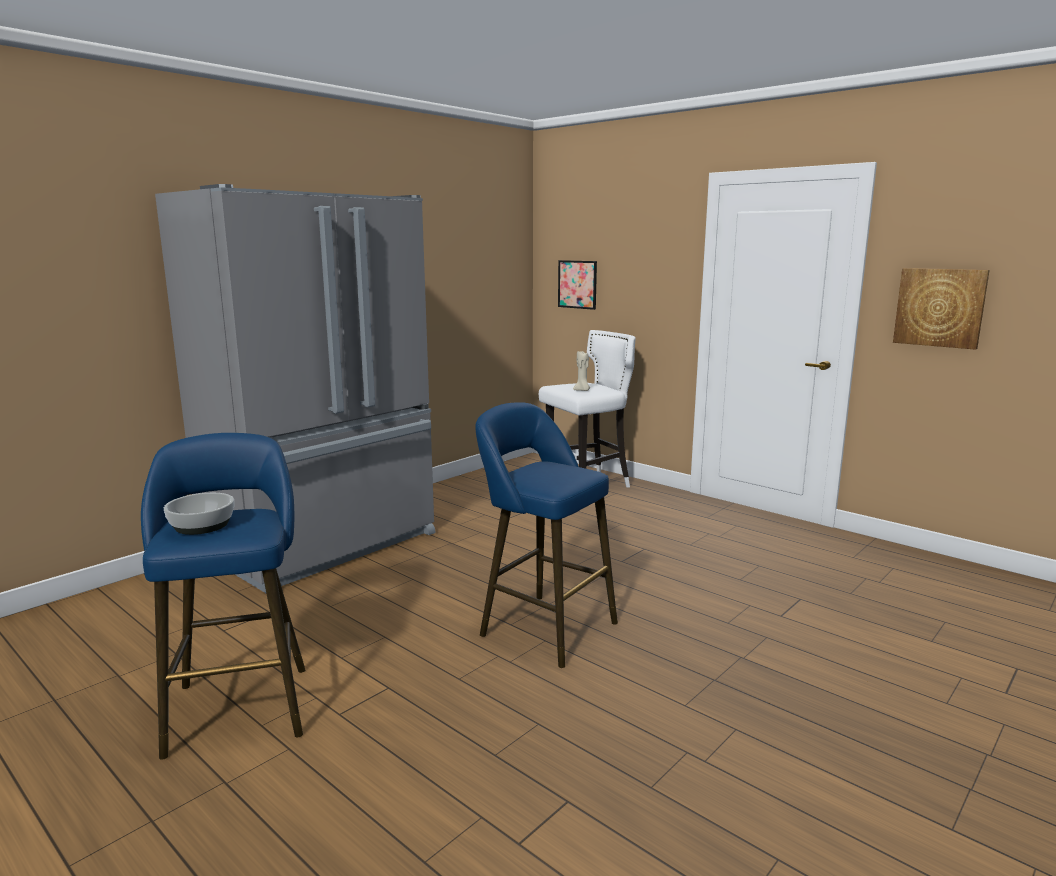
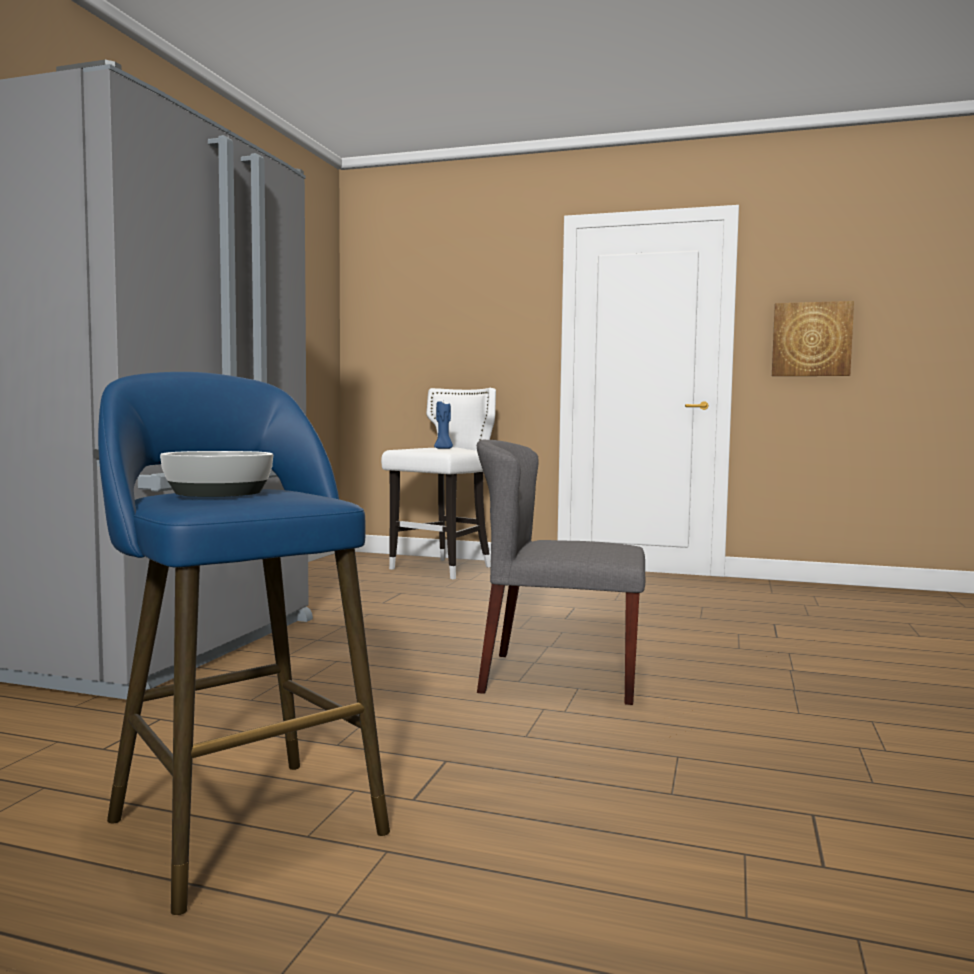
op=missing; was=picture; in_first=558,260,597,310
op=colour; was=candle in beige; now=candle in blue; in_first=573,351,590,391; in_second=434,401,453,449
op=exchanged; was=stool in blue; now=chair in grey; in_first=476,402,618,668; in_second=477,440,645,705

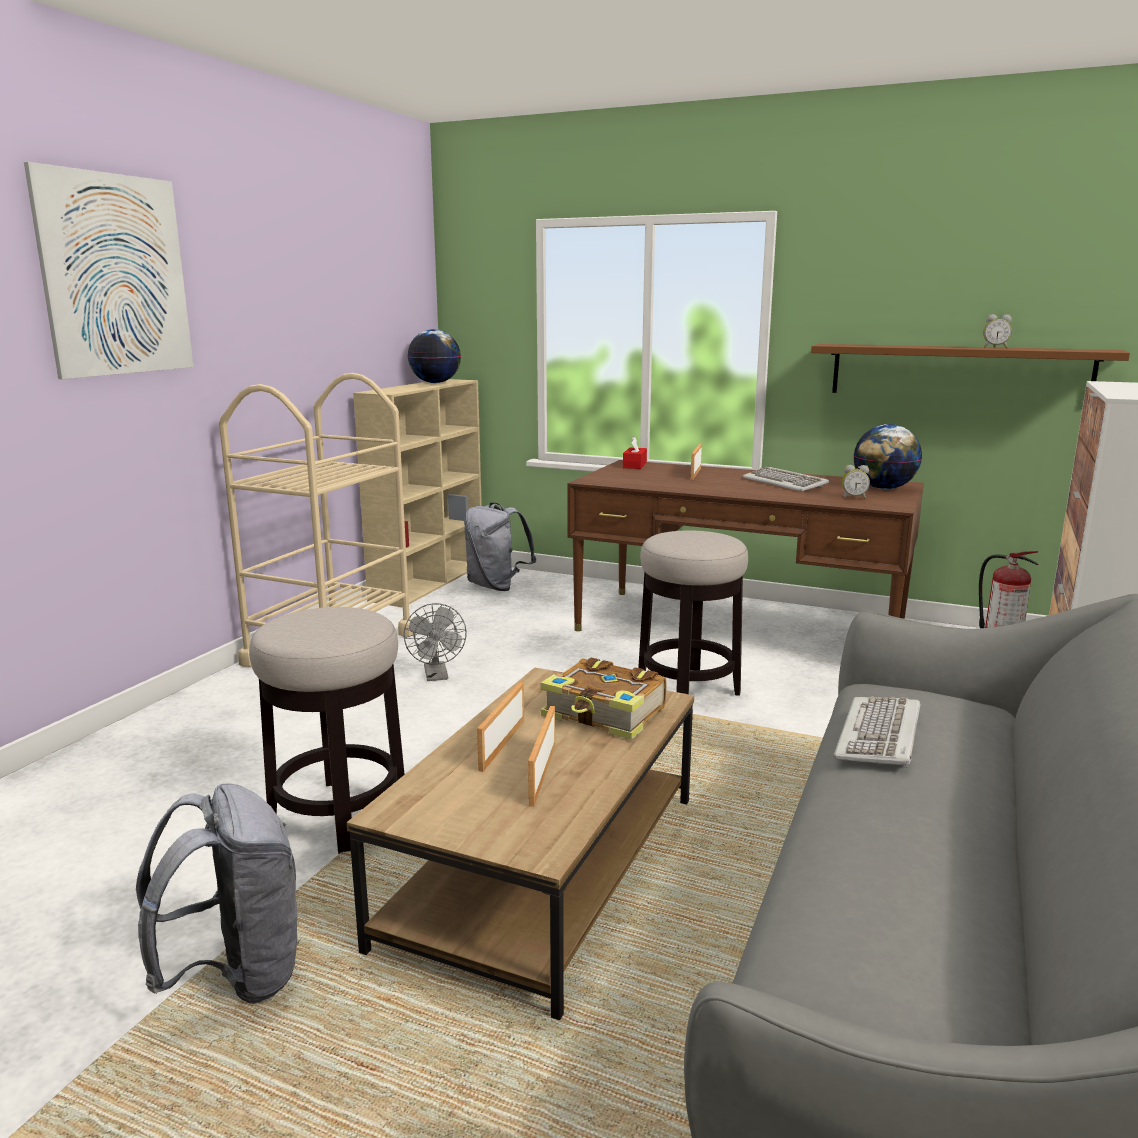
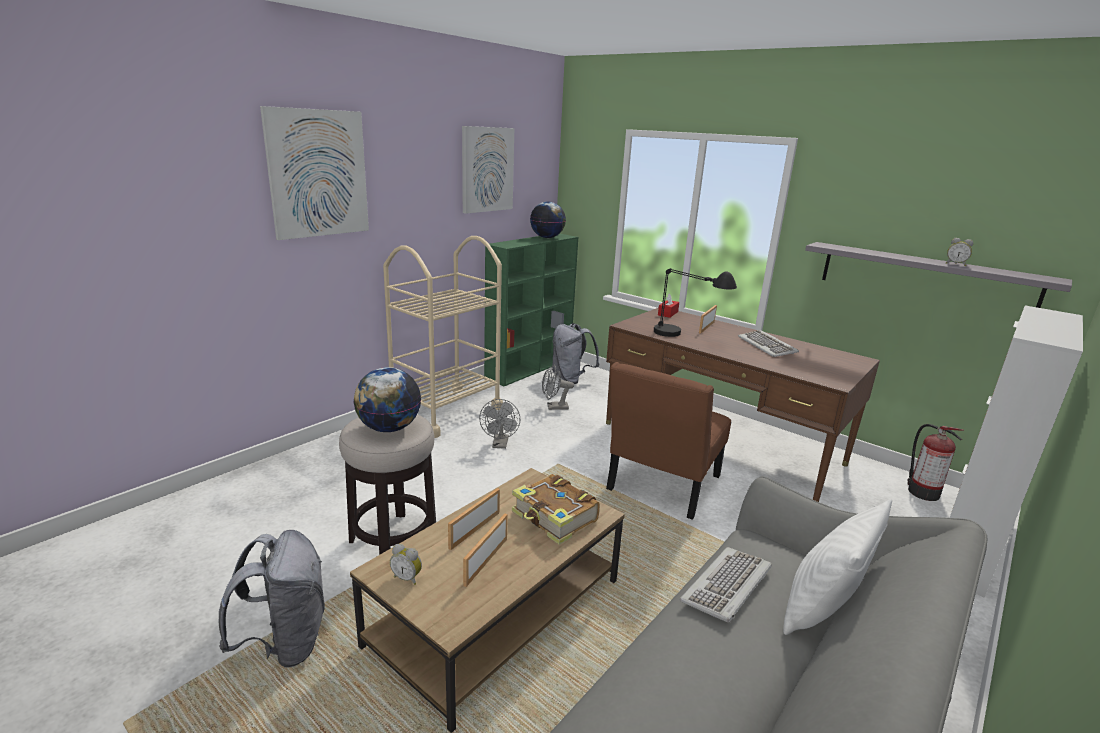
op=colour; was=shelf in brown; now=shelf in grey; in_first=811,344,1130,393; in_second=805,242,1072,308
op=colour; was=bookcase in beige; now=bookcase in green; in_first=353,379,482,607; in_second=484,234,578,386
op=relocated; was=globe; in_first=854,424,922,489; in_second=353,367,421,432
op=relocated; was=alarm clock; in_first=841,465,870,499; in_second=390,544,422,585
op=exchanged; was=stool; now=chair in brown; in_first=638,530,748,696; in_second=606,362,731,520
op=appeared; now=picture; in_second=462,126,514,214
op=appeared; now=table lamp in black; in_second=654,269,737,337
op=appeared; now=fan in grey; in_second=542,365,574,410
op=appeared; now=pillow in white; in_second=783,499,892,635

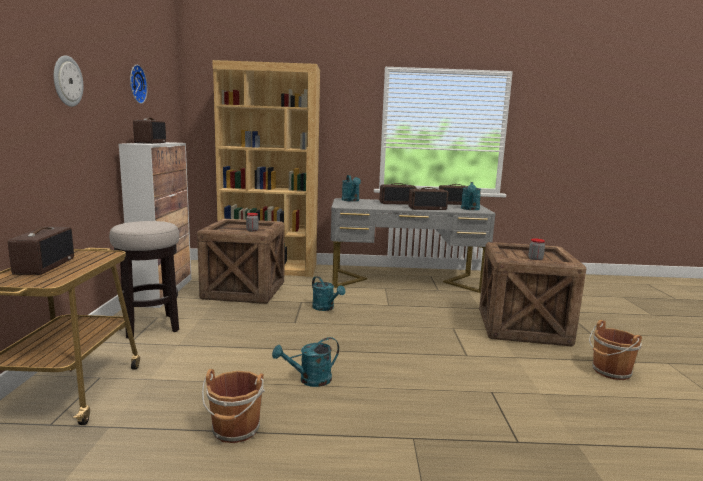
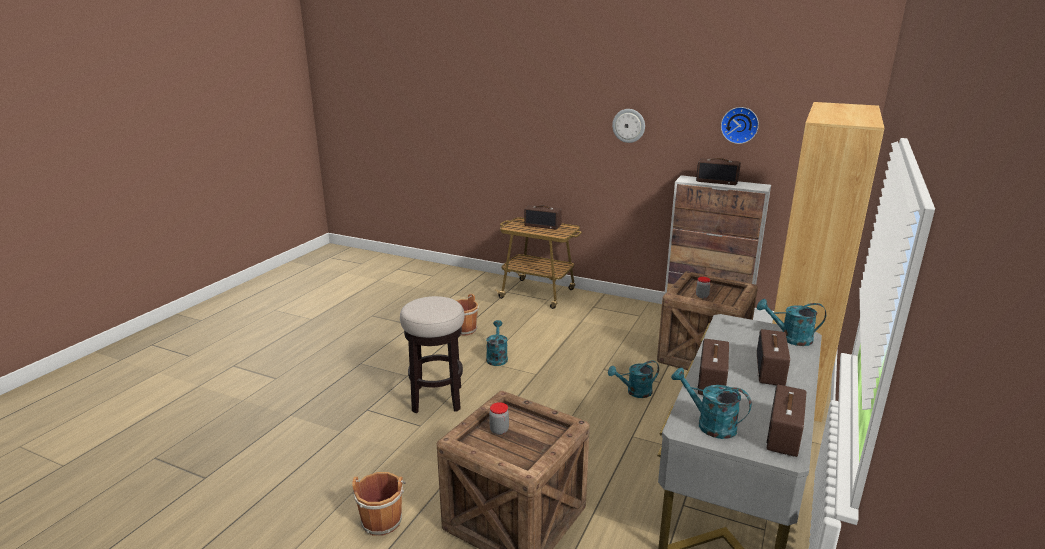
op=relocated; was=stool; in_first=109,221,179,339; in_second=400,296,464,413

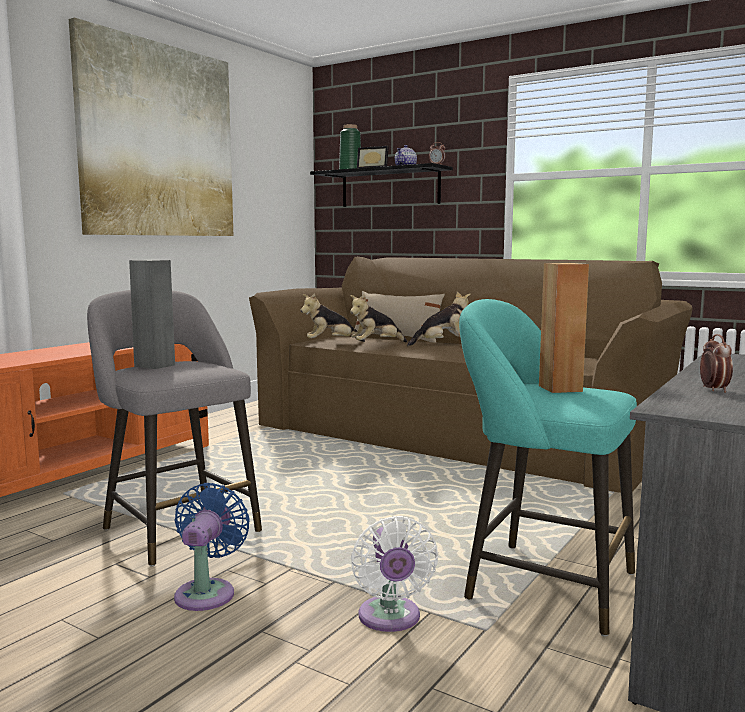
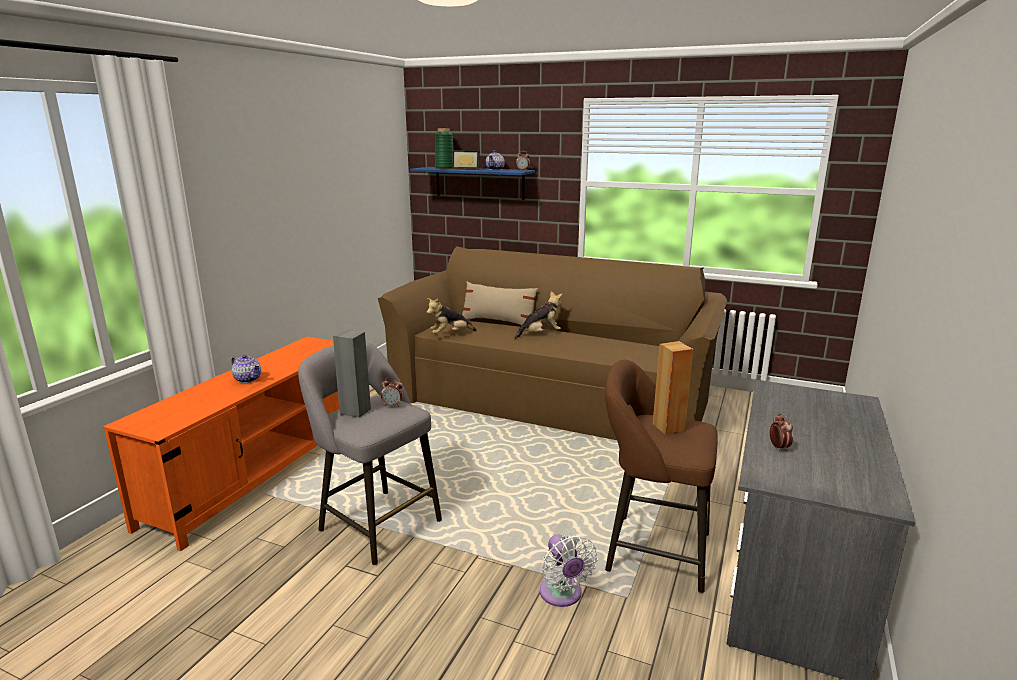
op=missing; was=picture; in_first=69,18,234,236
op=colour; was=shelf in black; now=shelf in blue; in_first=310,163,453,207; in_second=410,167,535,200
op=missing; was=plush toy; in_first=350,294,407,342
op=colour; was=stool in turquoise; now=stool in brown; in_first=459,299,637,637; in_second=605,360,718,593
op=missing; was=fan in blue; in_first=174,483,250,611
op=appeared; now=teapot; in_second=231,355,261,383
op=appeared; now=alarm clock; in_second=381,377,403,407

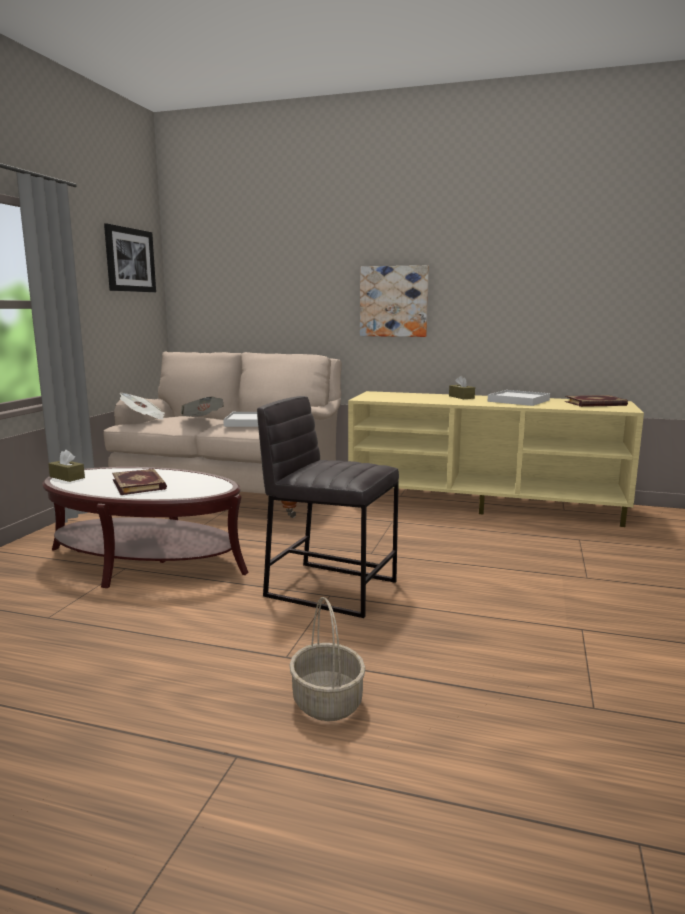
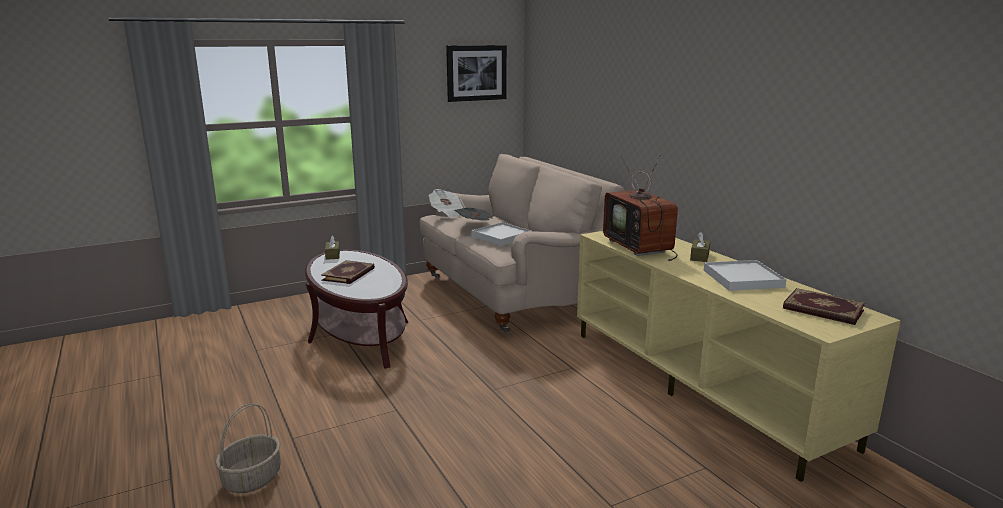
op=missing; was=picture; in_first=360,265,429,337
op=missing; was=stool in grey; in_first=257,396,399,618
op=appeared; now=television; in_second=603,154,678,261

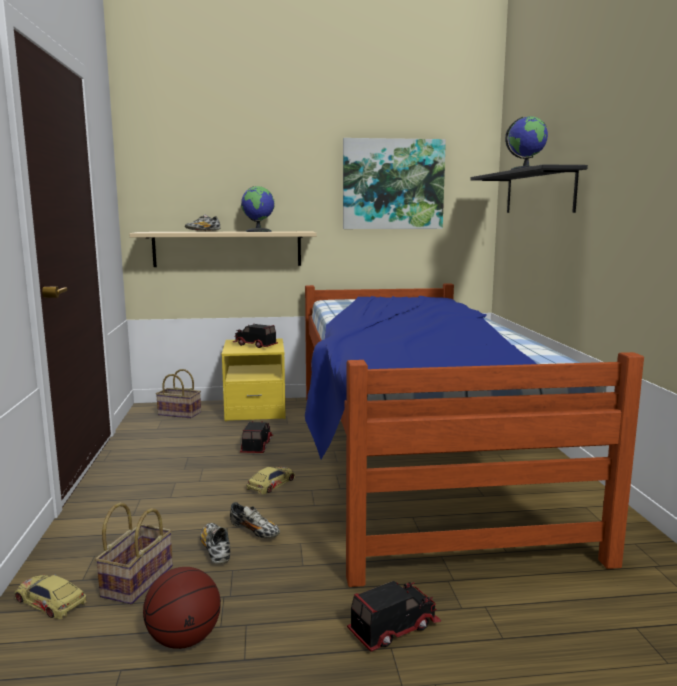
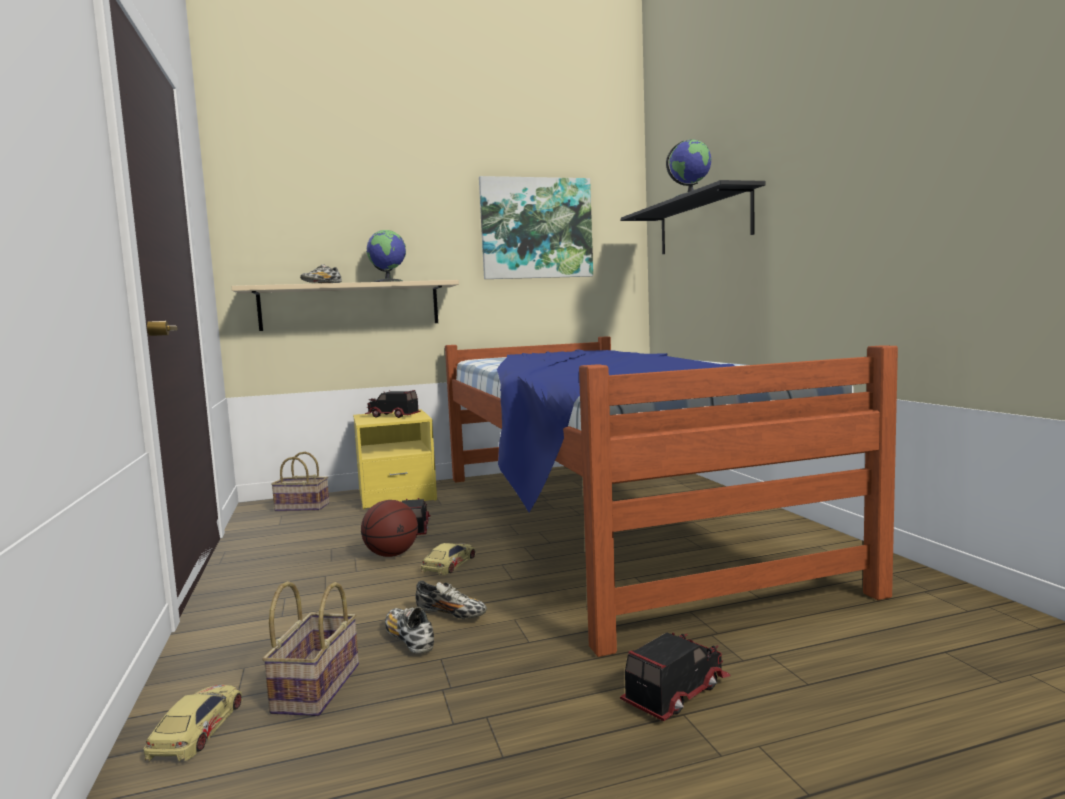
op=relocated; was=basketball; in_first=143,567,221,649; in_second=361,500,418,557
op=spun; was=toy car; in_first=15,574,87,619; in_second=144,685,242,762; clockwise=75

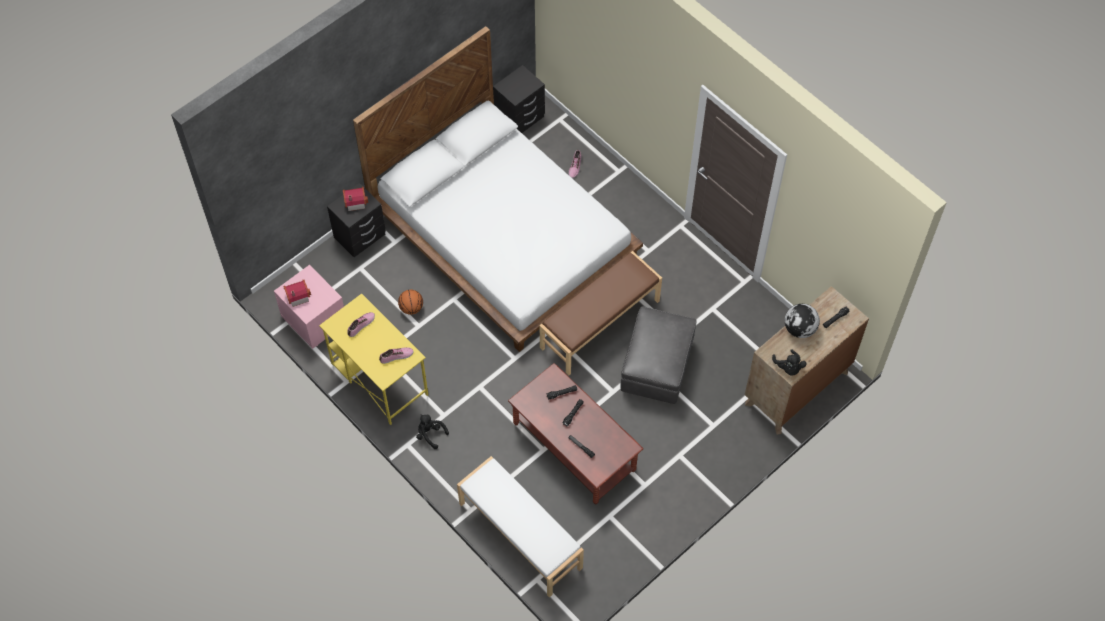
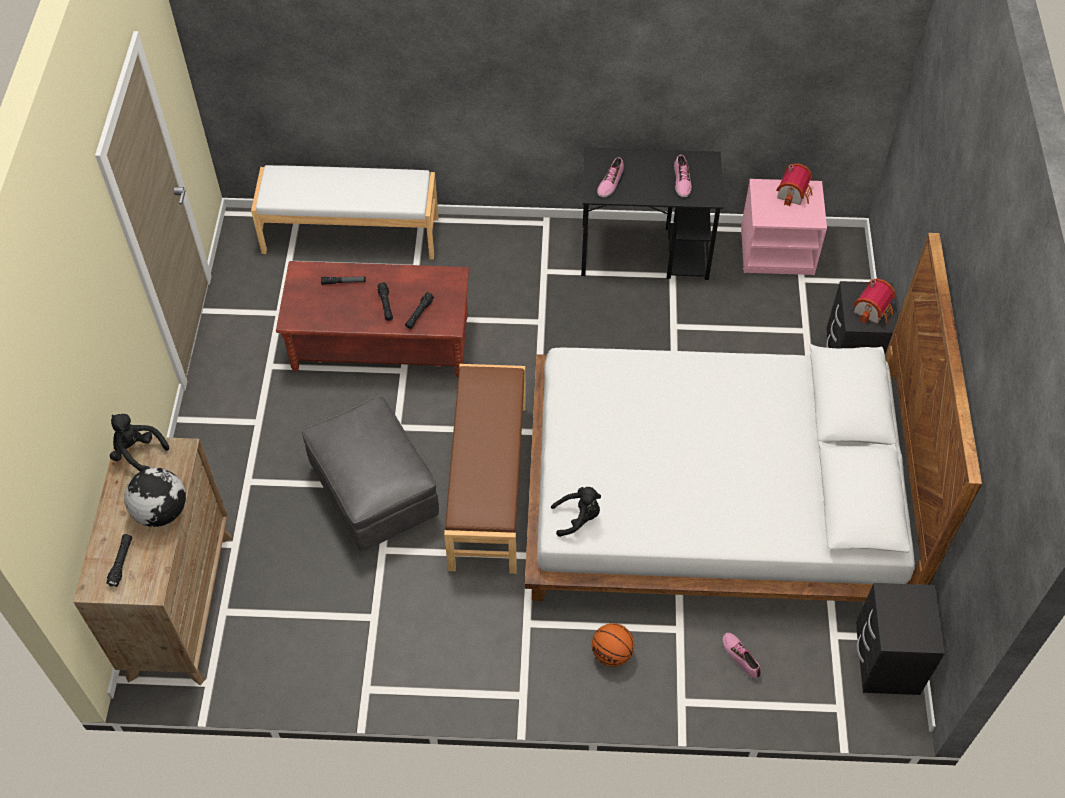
op=relocated; was=basketball; in_first=398,290,423,315; in_second=592,623,634,667
op=colour; was=desk in yellow; now=desk in black; in_first=319,294,428,425; in_second=581,147,723,280
op=relocated; was=plush toy in black; in_first=416,414,449,449; in_second=551,487,601,537

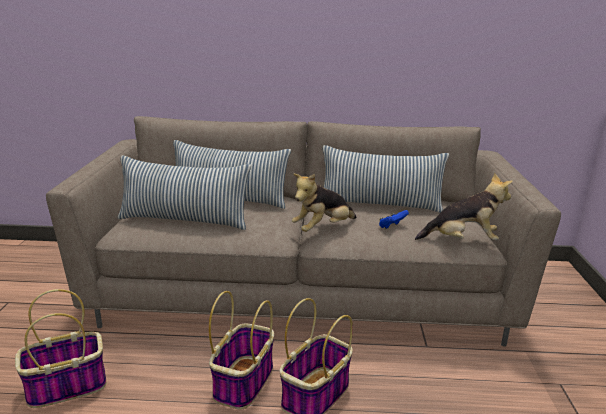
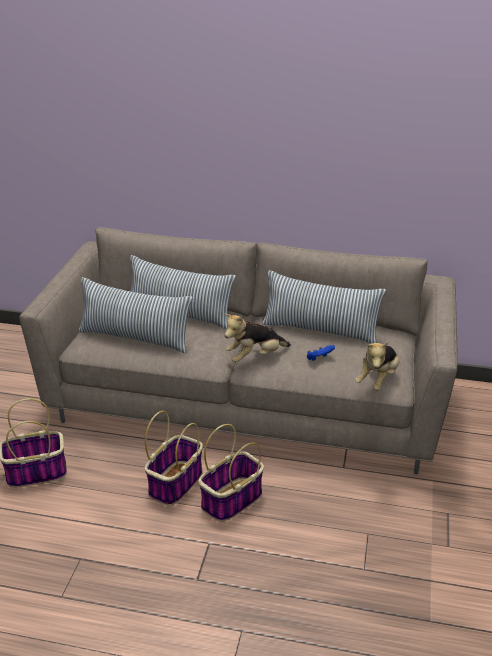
op=spun; was=plush toy; in_first=415,173,513,240; in_second=355,342,399,391; clockwise=105

